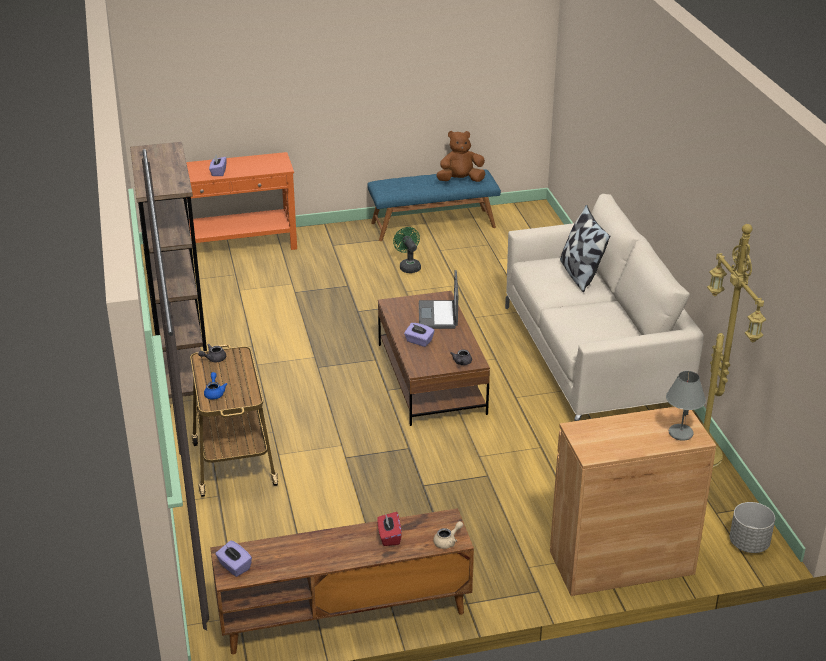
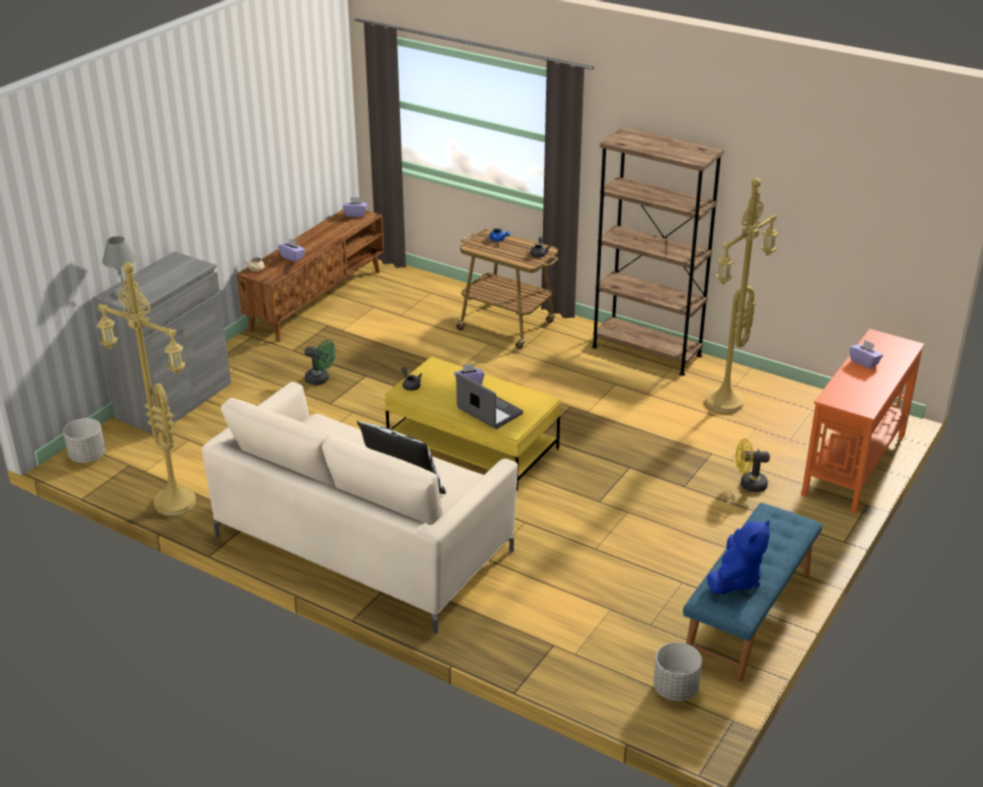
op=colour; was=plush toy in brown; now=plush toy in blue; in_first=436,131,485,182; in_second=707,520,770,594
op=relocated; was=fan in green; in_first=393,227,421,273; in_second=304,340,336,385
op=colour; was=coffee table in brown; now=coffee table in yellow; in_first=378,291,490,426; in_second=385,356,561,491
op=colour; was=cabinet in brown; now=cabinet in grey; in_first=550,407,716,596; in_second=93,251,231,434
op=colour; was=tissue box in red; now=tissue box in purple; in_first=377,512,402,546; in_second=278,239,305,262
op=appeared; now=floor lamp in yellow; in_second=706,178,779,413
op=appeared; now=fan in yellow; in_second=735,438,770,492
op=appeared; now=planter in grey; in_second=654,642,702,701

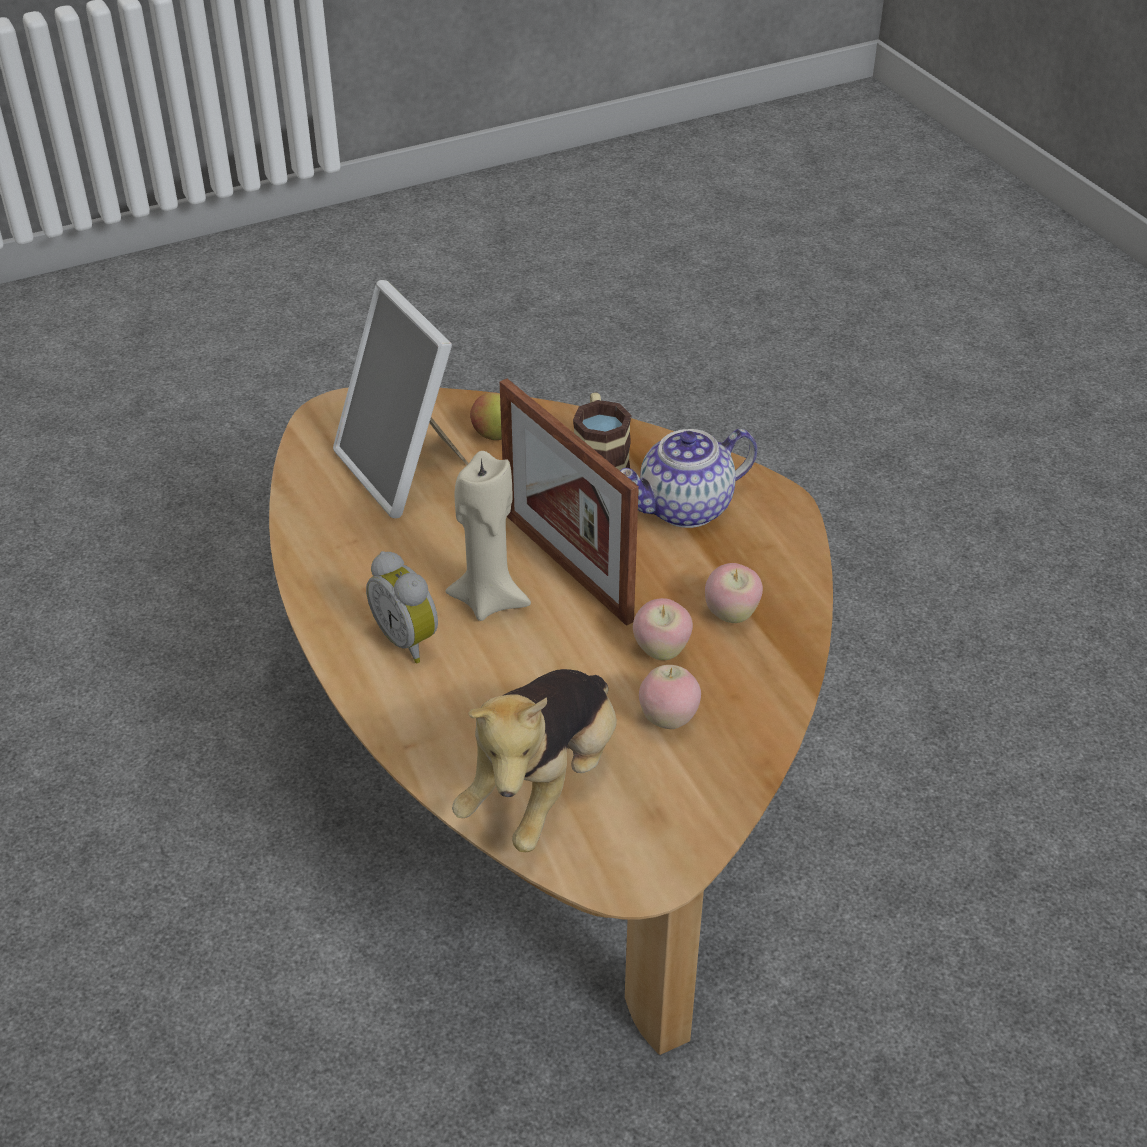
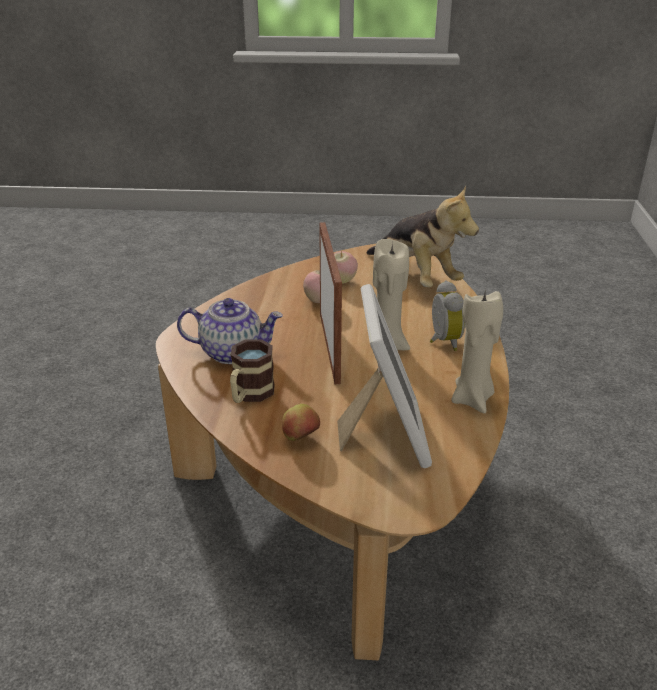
op=missing; was=apple; in_first=705,563,763,623
op=spun; was=plush toy; in_first=452,669,617,852; in_second=367,185,479,287; clockwise=90
op=appeared; now=candle in beige; in_second=452,288,503,413

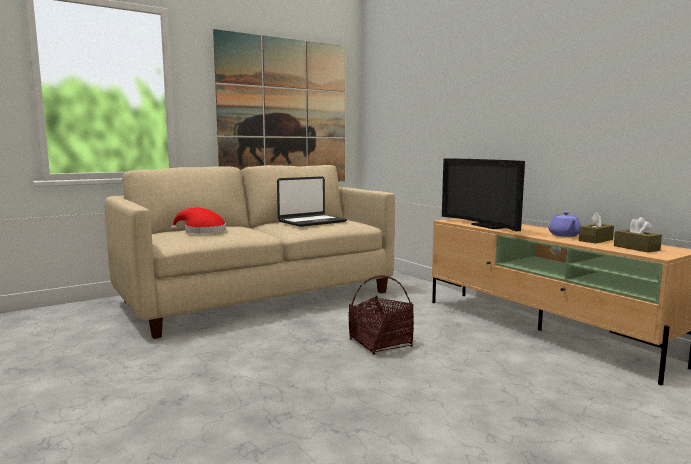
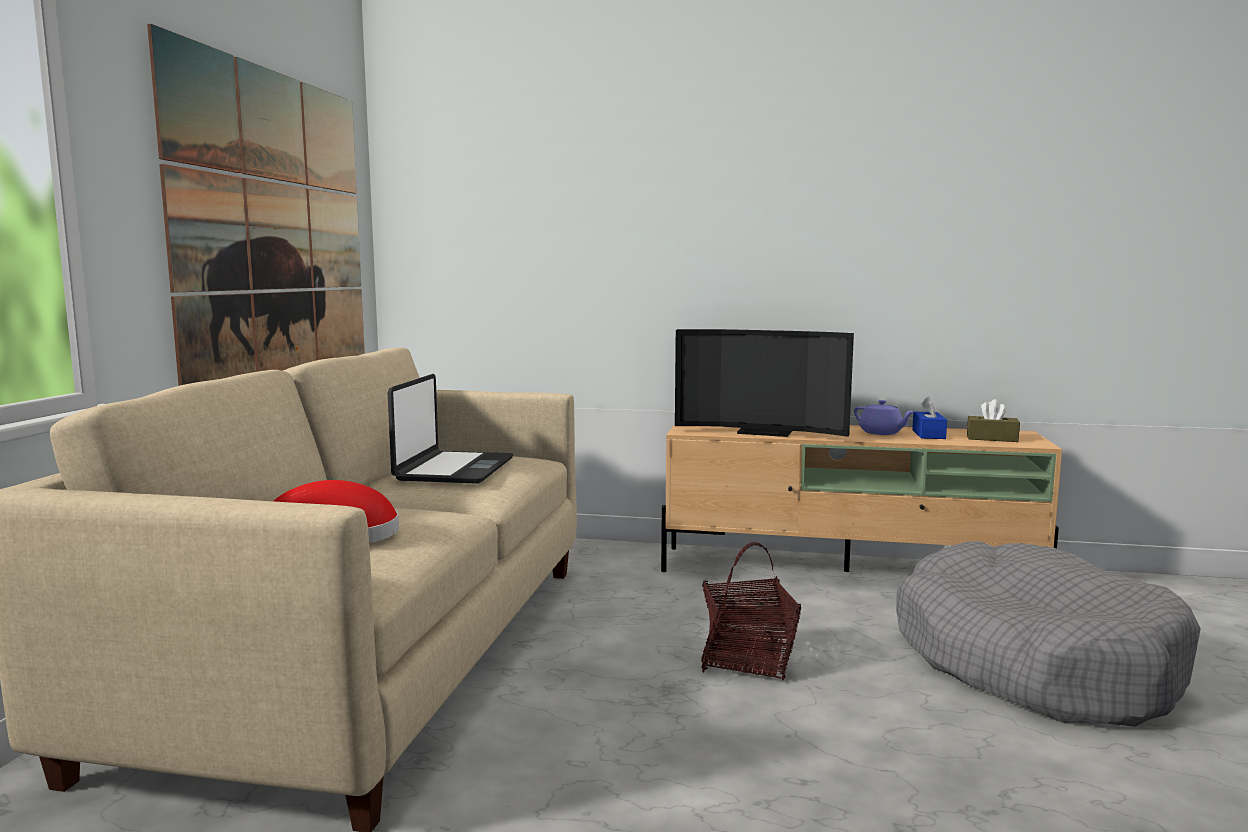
op=colour; was=tissue box in brown; now=tissue box in blue; in_first=578,212,614,244; in_second=912,396,947,439
op=appeared; now=dog bed in grey; in_second=896,541,1201,727

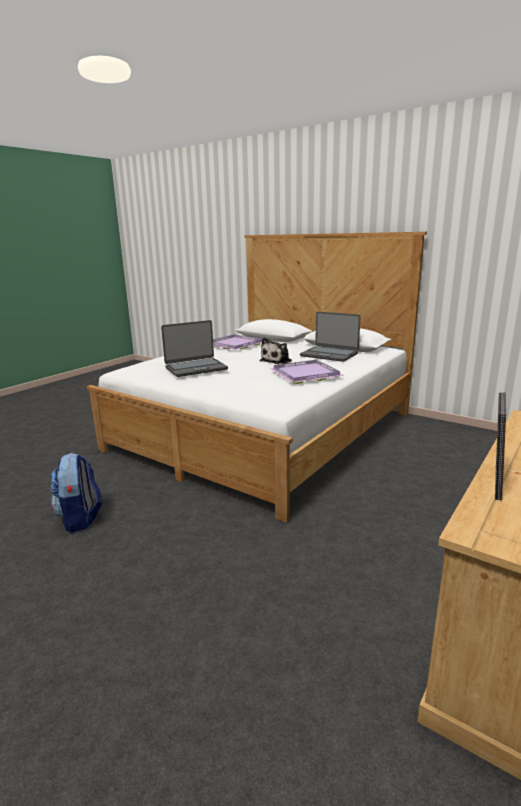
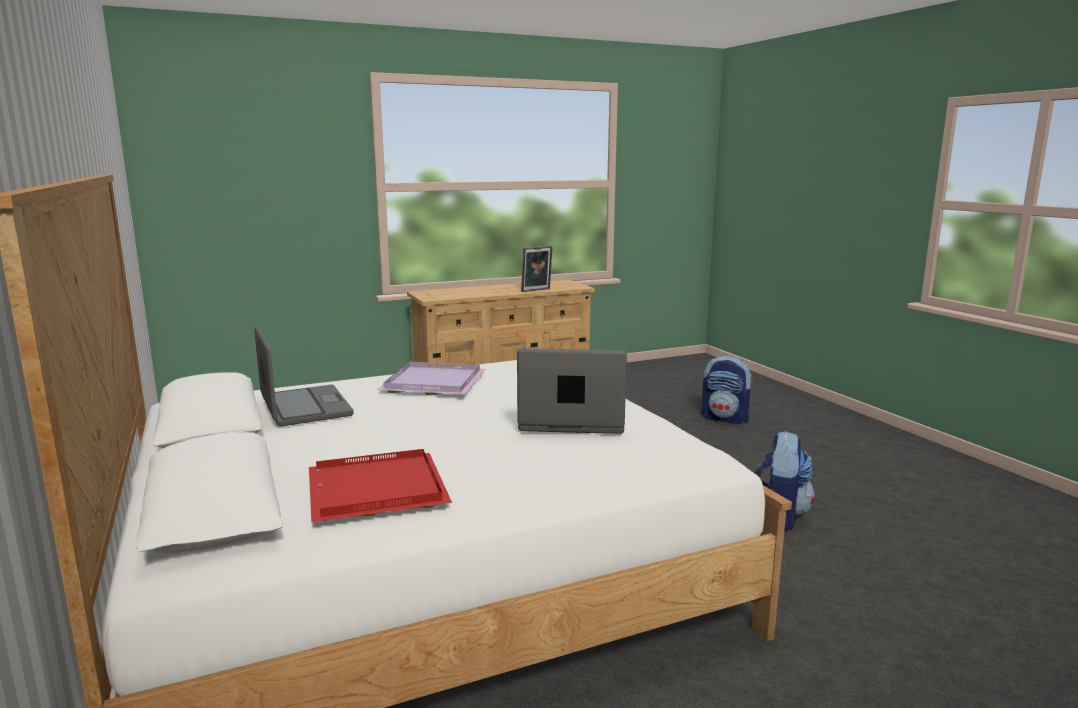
op=colour; was=tray in purple; now=tray in red; in_first=213,334,262,350; in_second=309,449,452,523
op=missing; was=plush toy; in_first=260,337,292,364
op=appeared; now=backpack; in_second=701,356,754,424

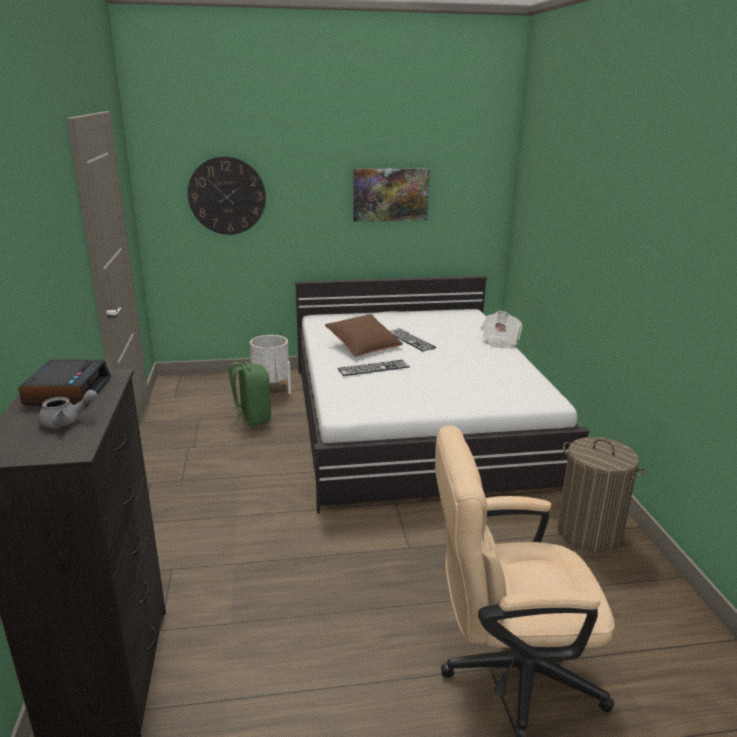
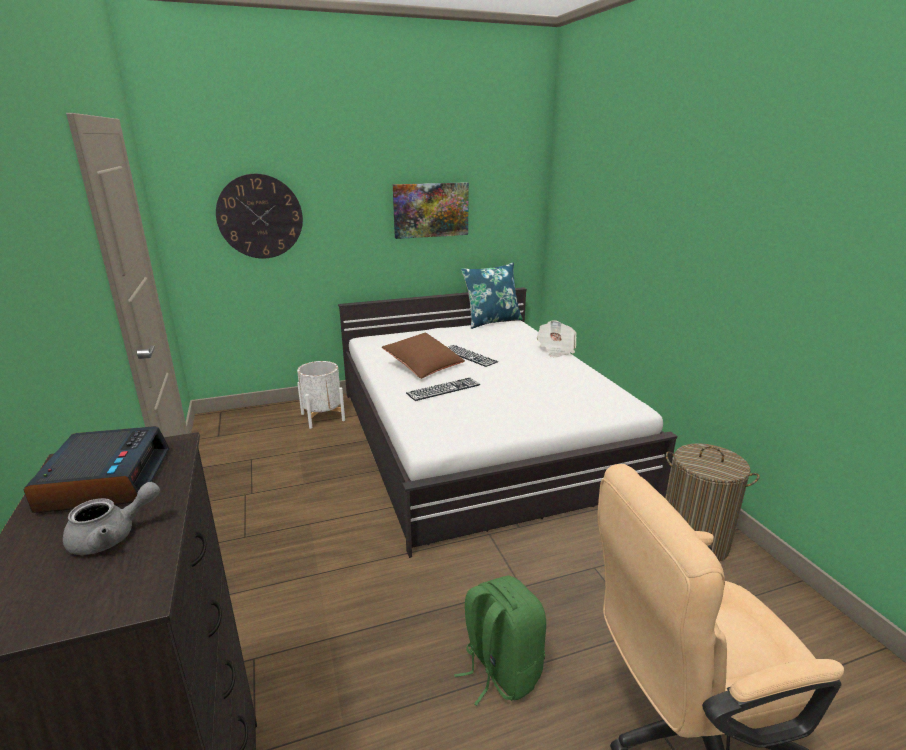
op=relocated; was=backpack in green; in_first=226,361,271,426; in_second=454,576,546,706
op=appeared; now=pillow in blue; in_second=461,262,523,329

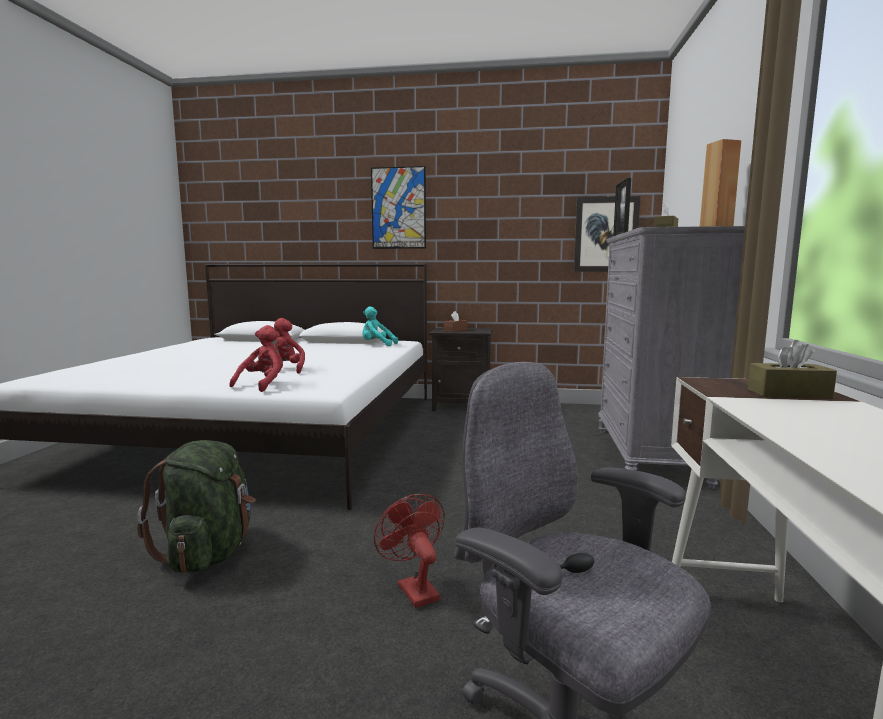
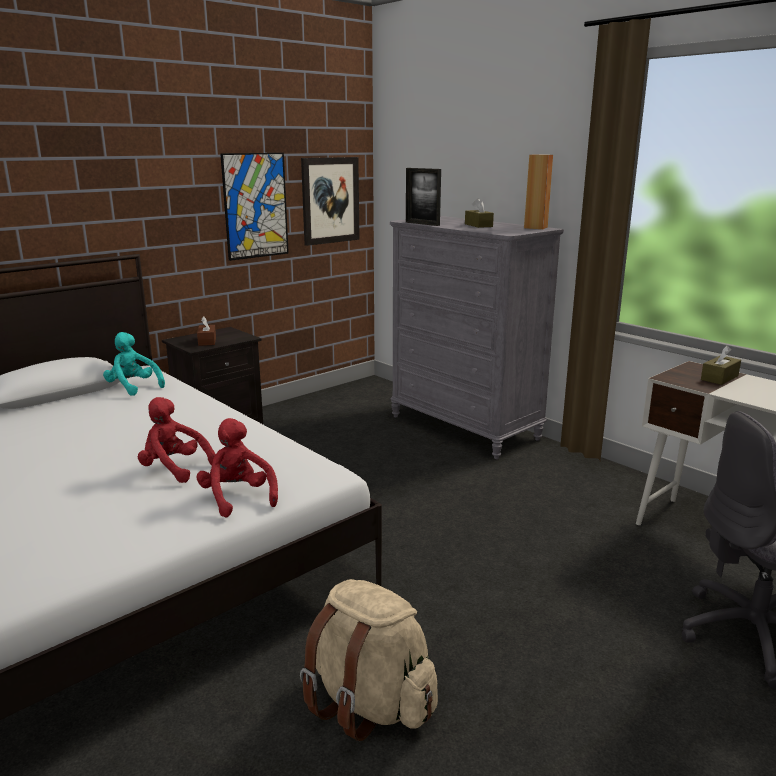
op=relocated; was=picture; in_first=371,166,426,249; in_second=220,153,289,261
op=spun; was=plush toy in turquoise; in_first=362,306,398,346; in_second=103,332,165,396; clockwise=75
op=colour; was=backpack in green; now=backpack in beige; in_first=137,440,255,574; in_second=300,579,438,741
op=missing; was=fan in red; in_first=374,494,445,608

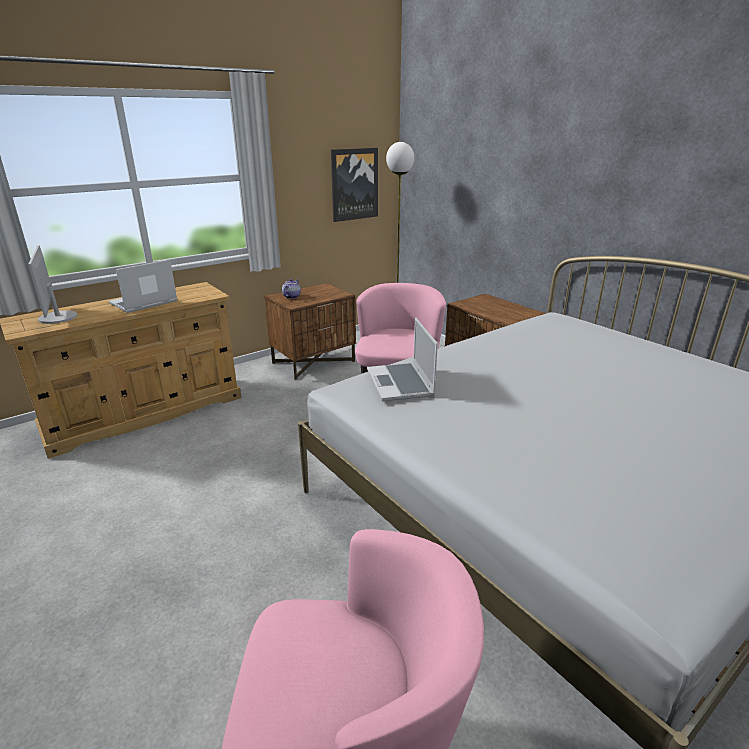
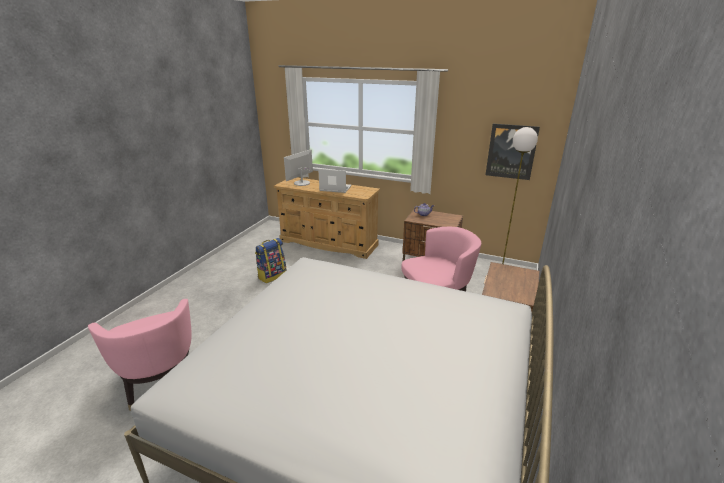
op=missing; was=laptop; in_first=367,317,438,401
op=appeared; now=backpack; in_second=255,238,286,283

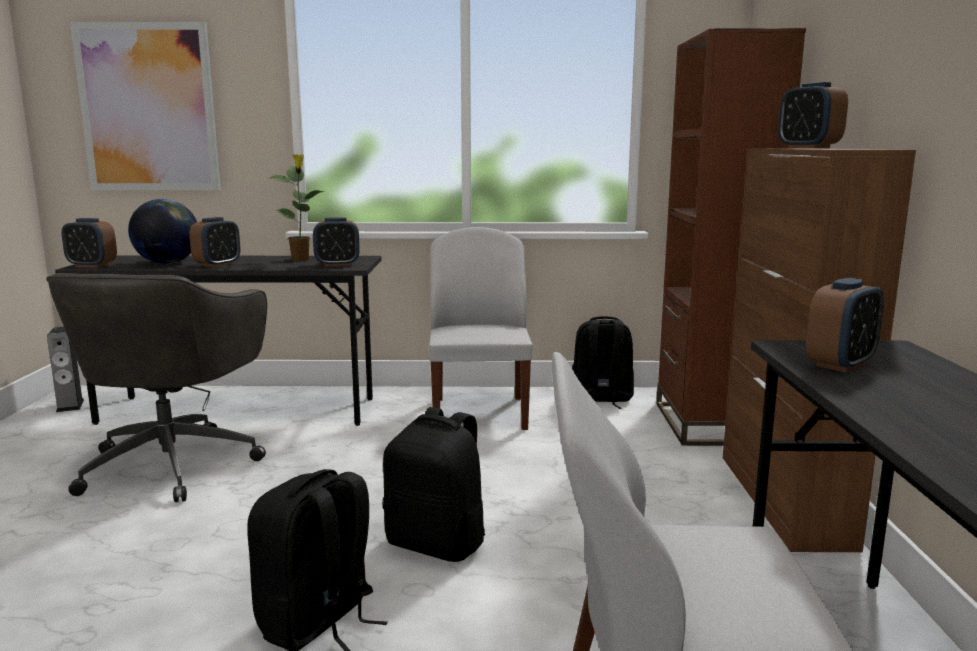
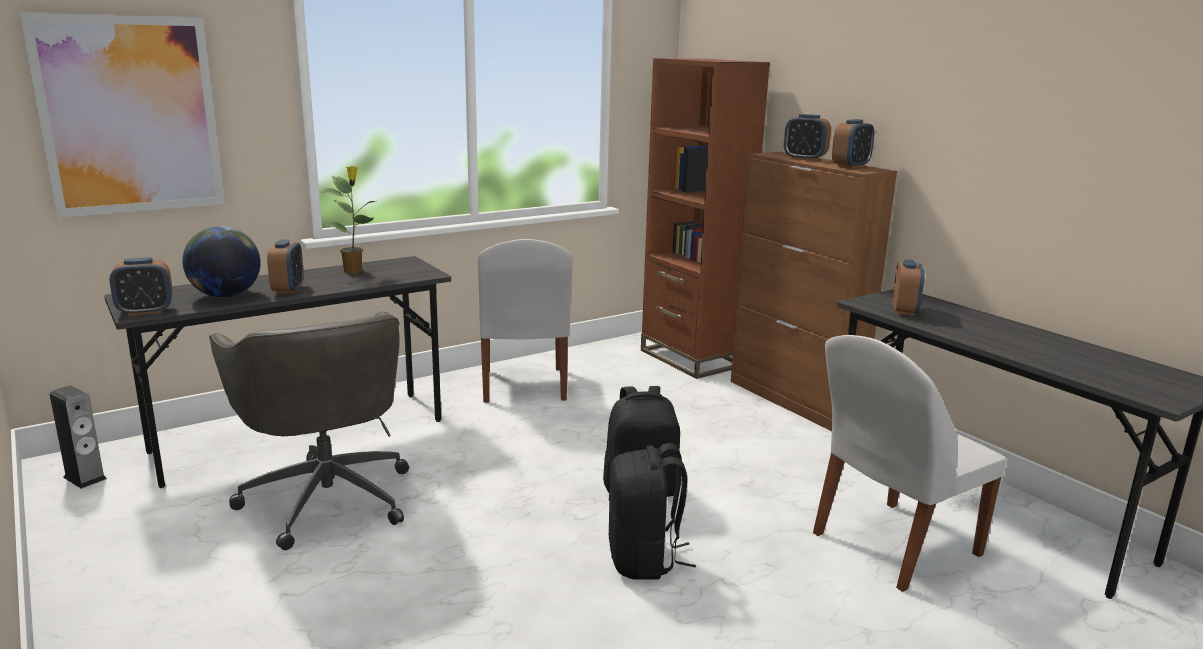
op=relocated; was=alarm clock; in_first=313,217,360,266; in_second=832,119,874,169
op=spun; was=chair in white; in_first=429,227,533,430; in_second=478,239,573,403; clockwise=-150
op=missing; was=backpack in black; in_first=572,316,634,409

